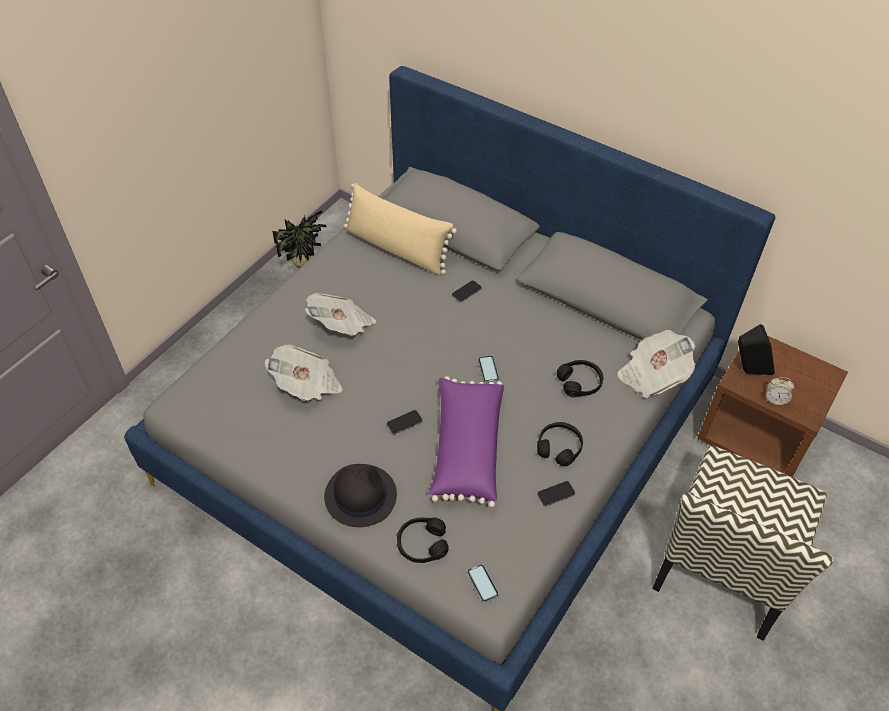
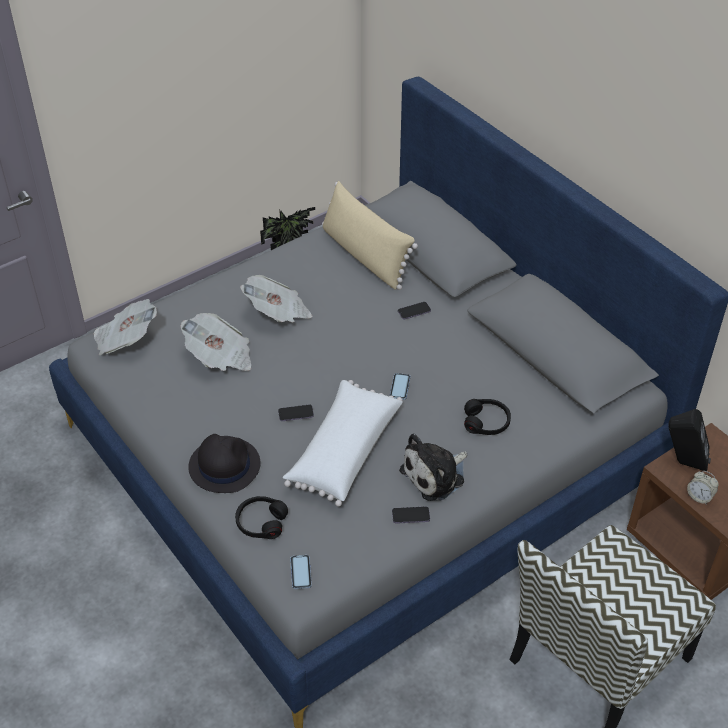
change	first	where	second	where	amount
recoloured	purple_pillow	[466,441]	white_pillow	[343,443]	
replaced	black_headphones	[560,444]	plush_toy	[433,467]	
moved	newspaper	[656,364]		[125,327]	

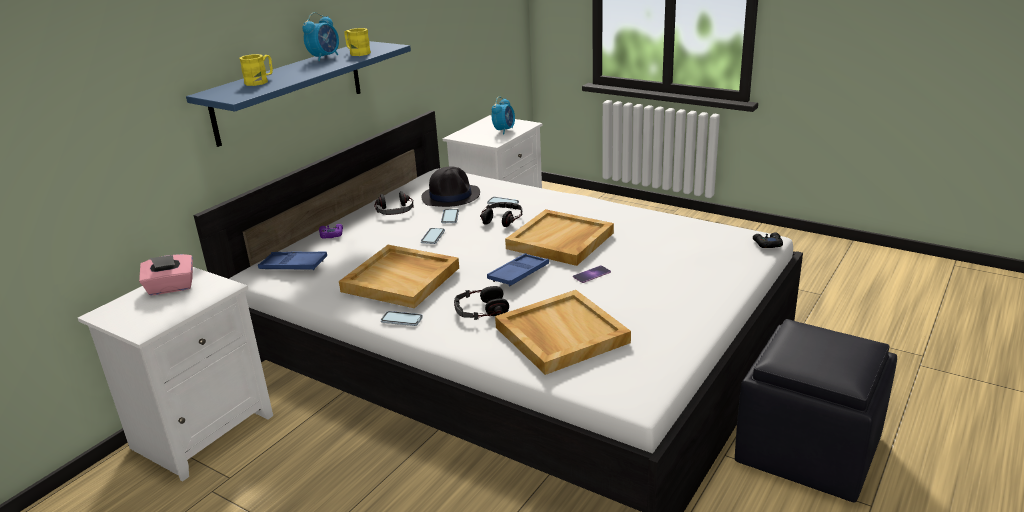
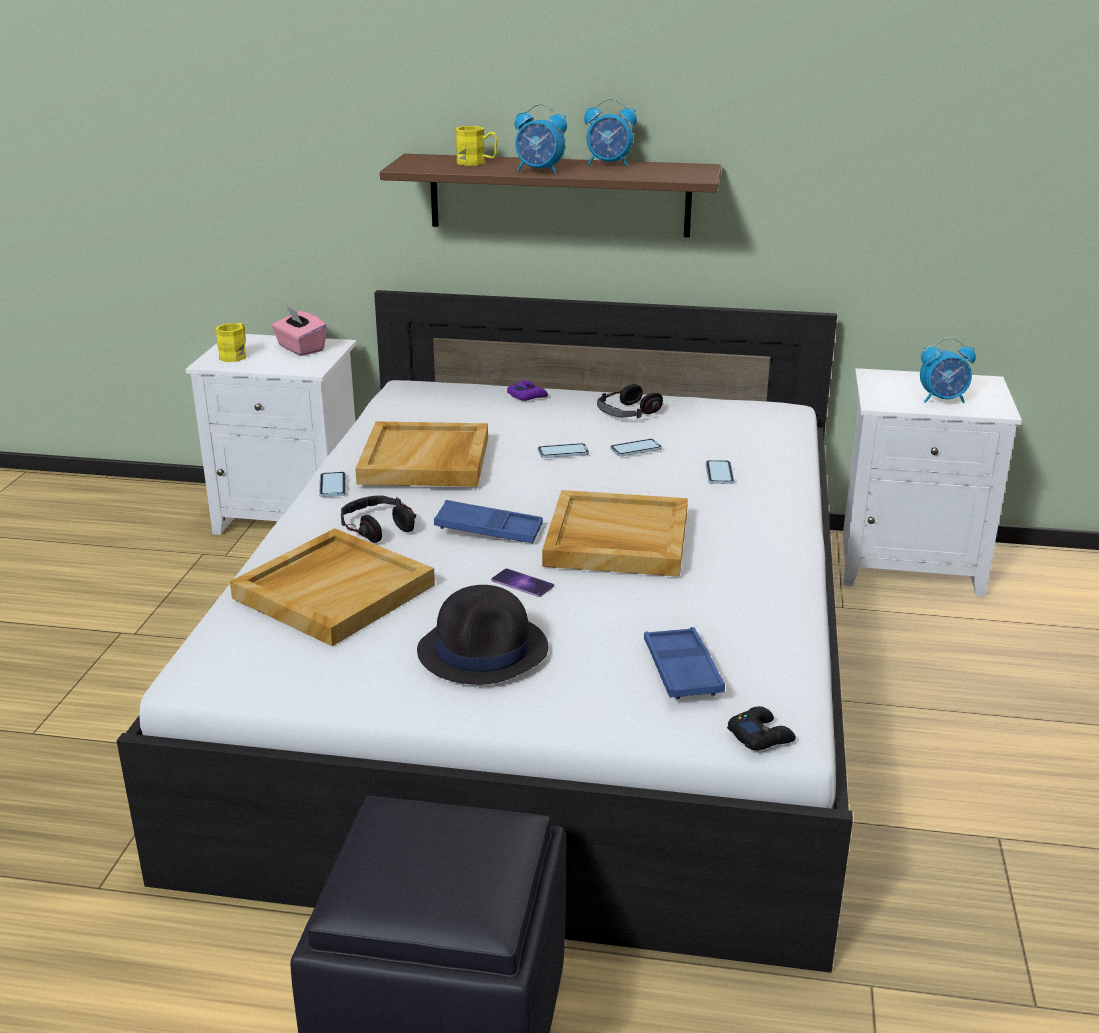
change	first	where	second	where	amount
recoloured	blue_shelf	[298,94]	brown_shelf	[551,196]	
moved	blue_tray	[292,260]		[684,663]	
moved	yellow_mug	[357,42]		[231,342]	
moved	black_hat	[450,186]		[482,635]	
removed	headphones	[501,214]			
added			alarm_clock	[541,138]	

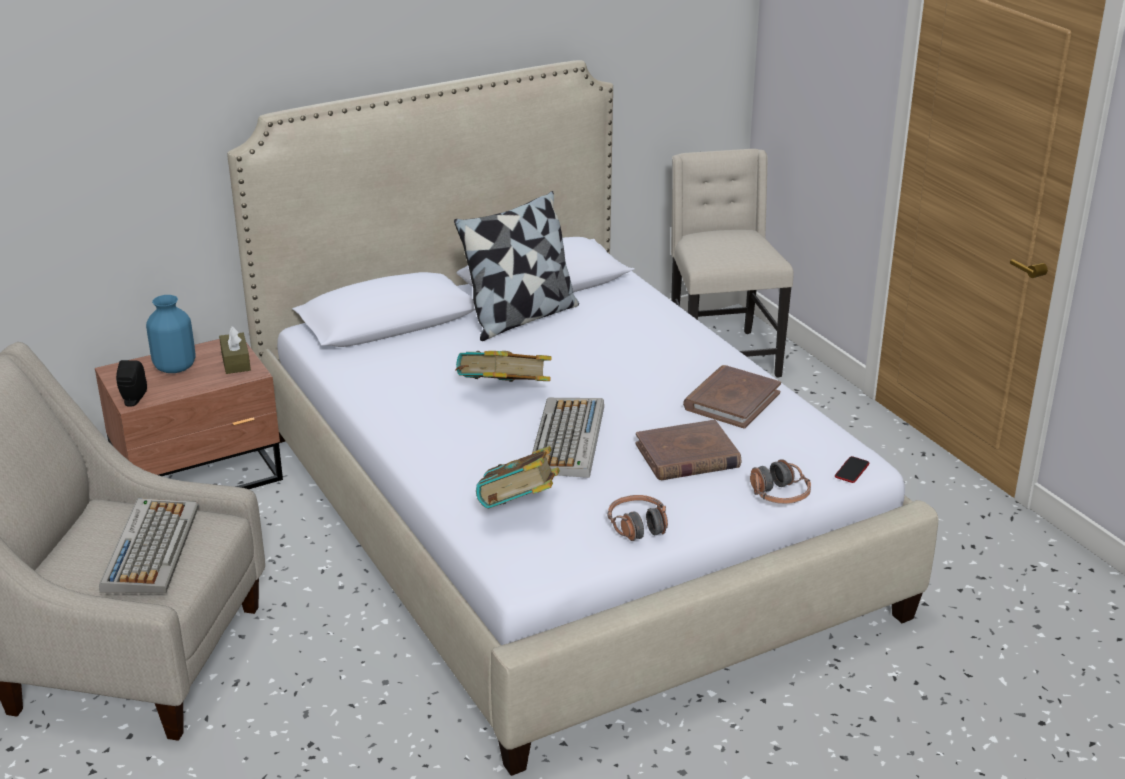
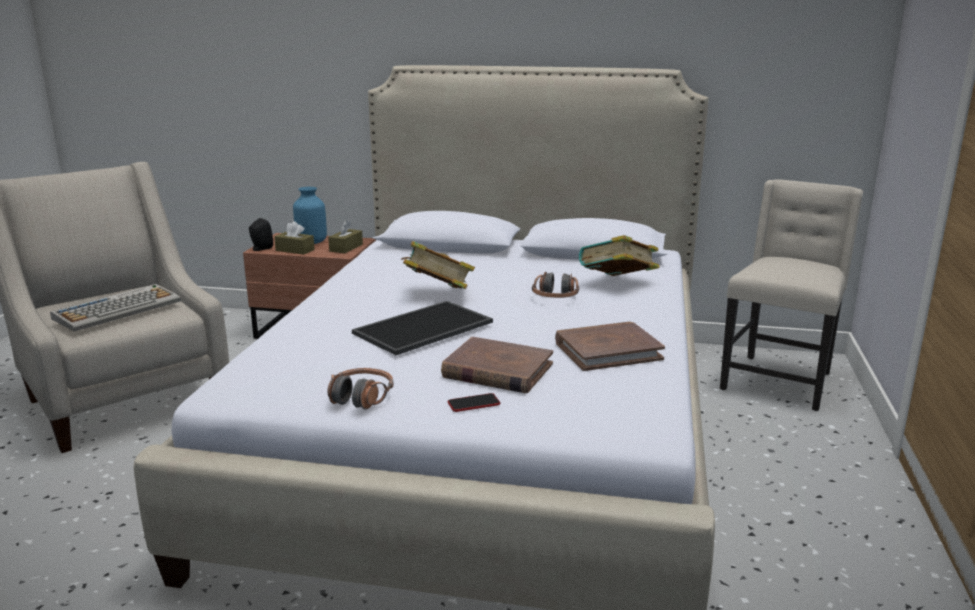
change	first	where	second	where	amount
removed	pillow	[516,266]			
moved	book	[518,477]		[619,255]	
replaced	keyboard	[568,438]	tray	[422,328]	
moved	headphones	[780,481]		[555,285]	
moved	phone	[852,469]		[474,402]	
added			brown_tissue_box	[294,238]	

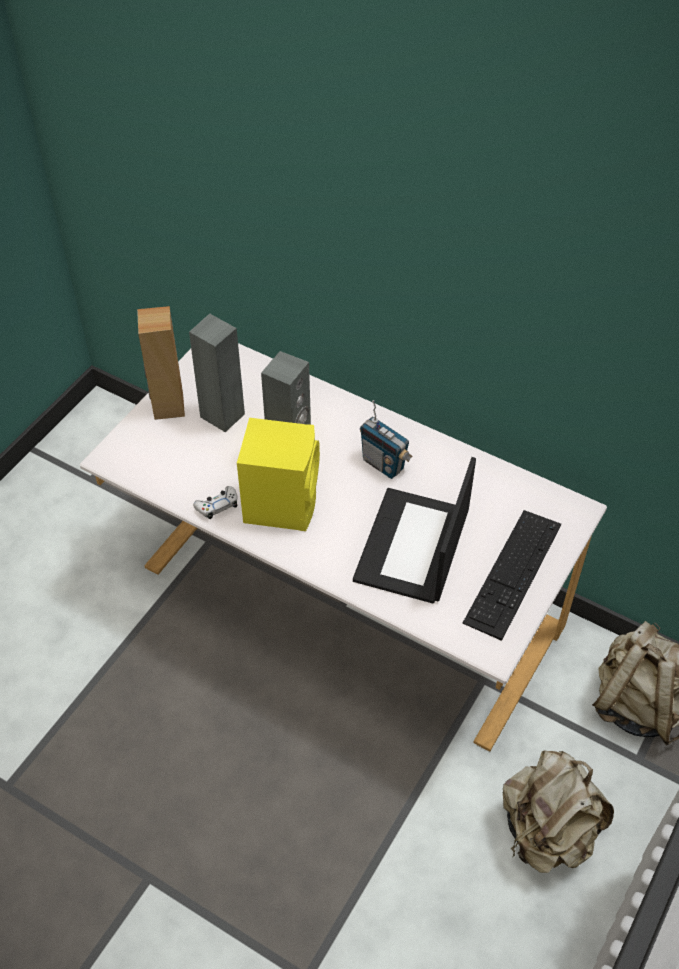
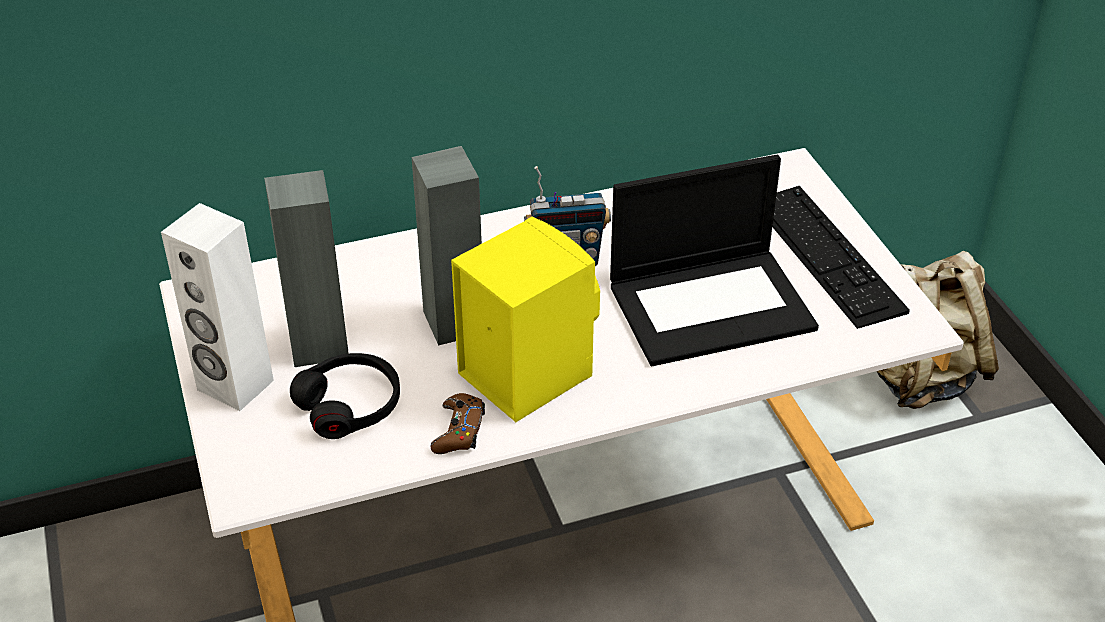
change	first	where	second	where	amount
recoloured	brown_speaker	[161,363]	white_speaker	[217,307]	
recoloured	white_game_controller	[215,502]	brown_game_controller	[458,423]	
turned	laptop	[414,530]		[714,260]	75 degrees counterclockwise
removed	beige_backpack	[558,811]			
added			black_headphones	[345,396]	

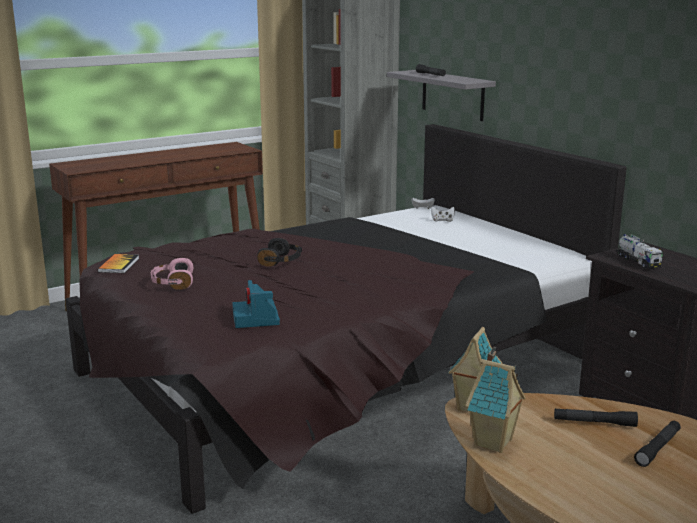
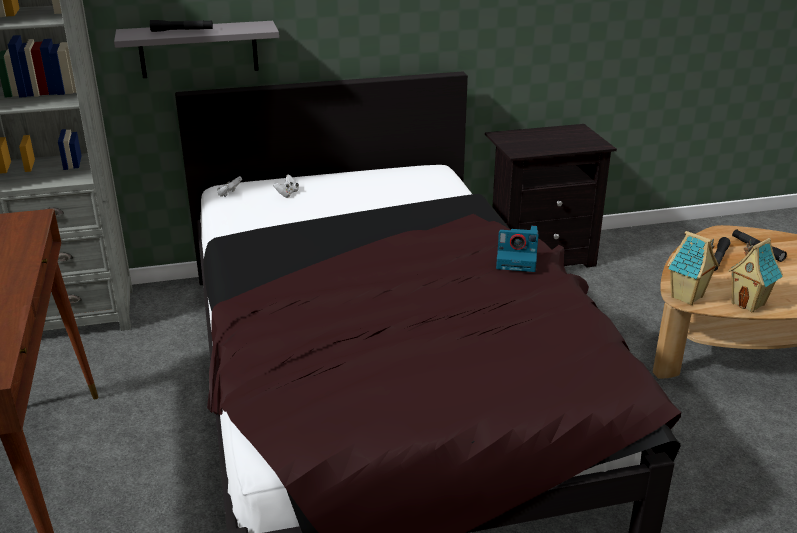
change	first	where	second	where	amount
removed	book	[118,263]			
removed	pink_headphones	[171,274]			
moved	photo_camera	[256,304]		[517,249]	
removed	black_headphones	[279,252]			
removed	toy_truck	[639,251]			

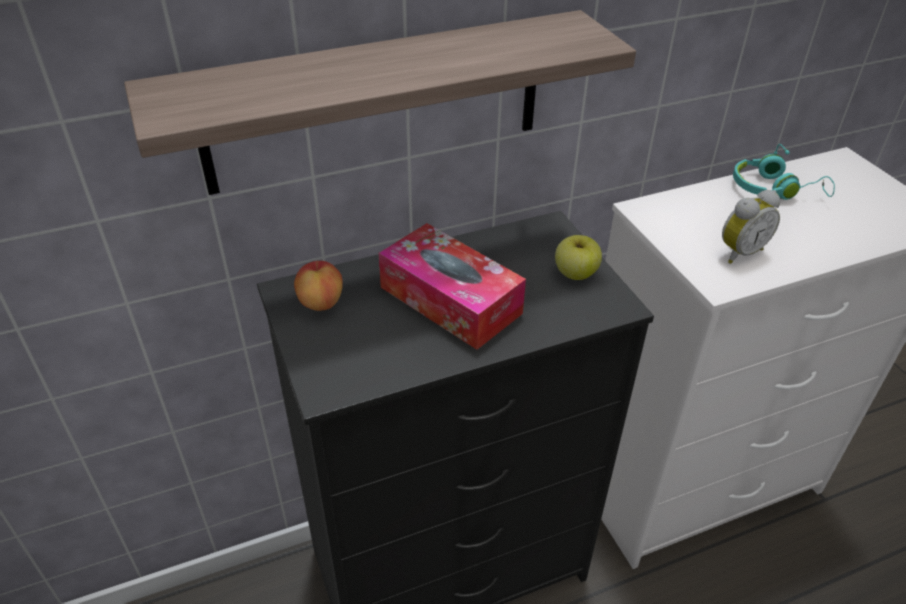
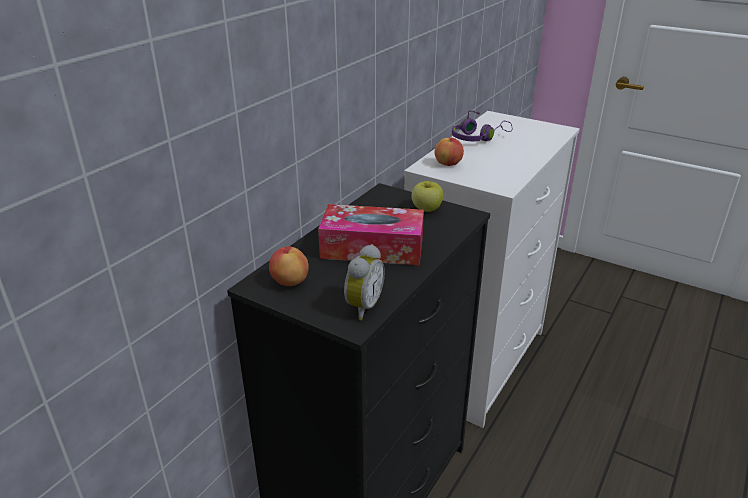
change	first	where	second	where	amount
removed	shelf	[380,102]			
moved	alarm_clock	[751,227]		[364,282]	
recoloured	turquoise_headphones	[784,172]	purple_headphones	[482,126]	
added			apple	[449,152]	

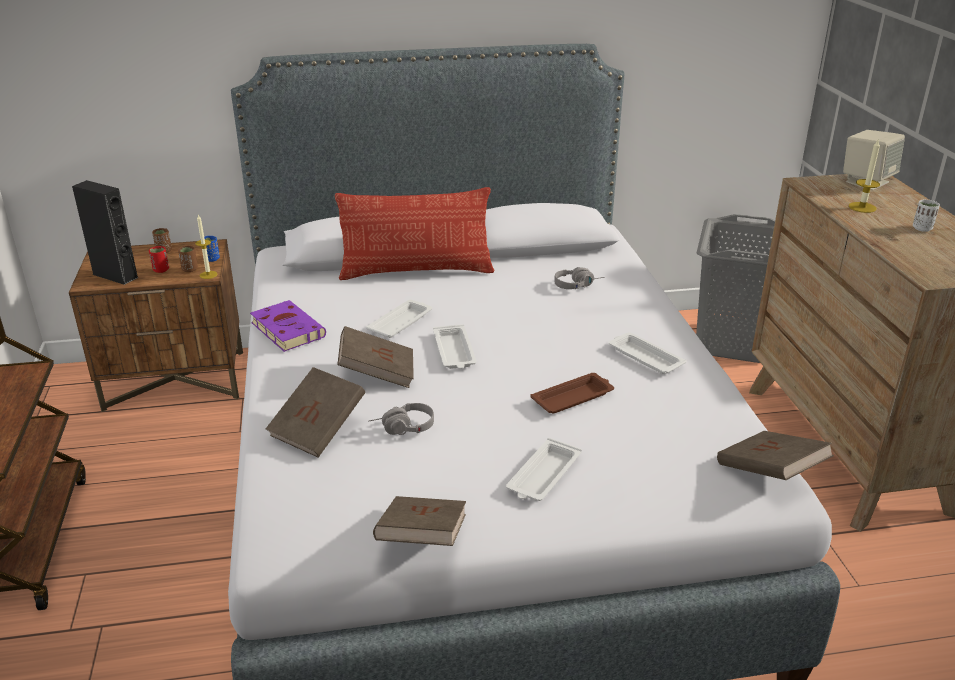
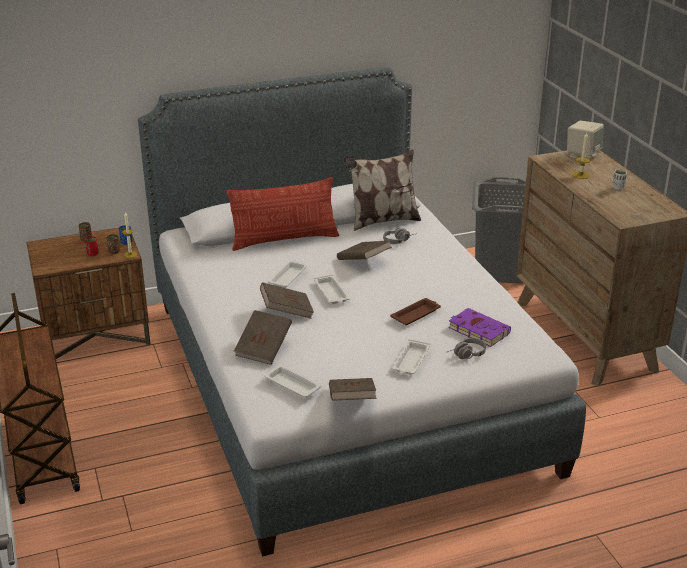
change	first	where	second	where	amount
removed	black_speaker	[105,232]			
moved	purple_book	[288,326]		[479,327]	
moved	grey_headphones	[401,419]		[466,348]	
moved	white_tray	[648,353]		[293,381]	
moved	brown_book	[775,455]		[364,250]	
added			pillow	[382,190]	

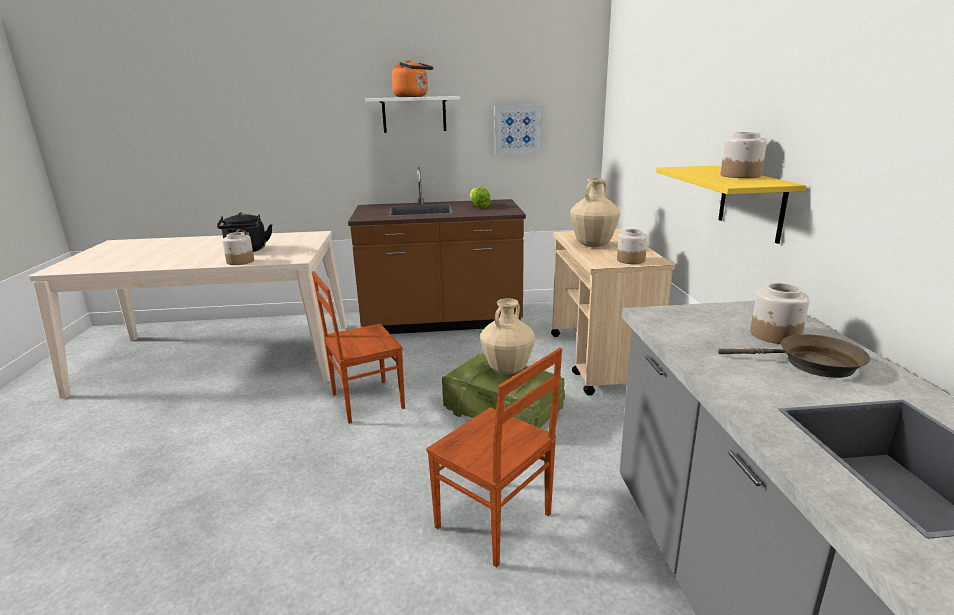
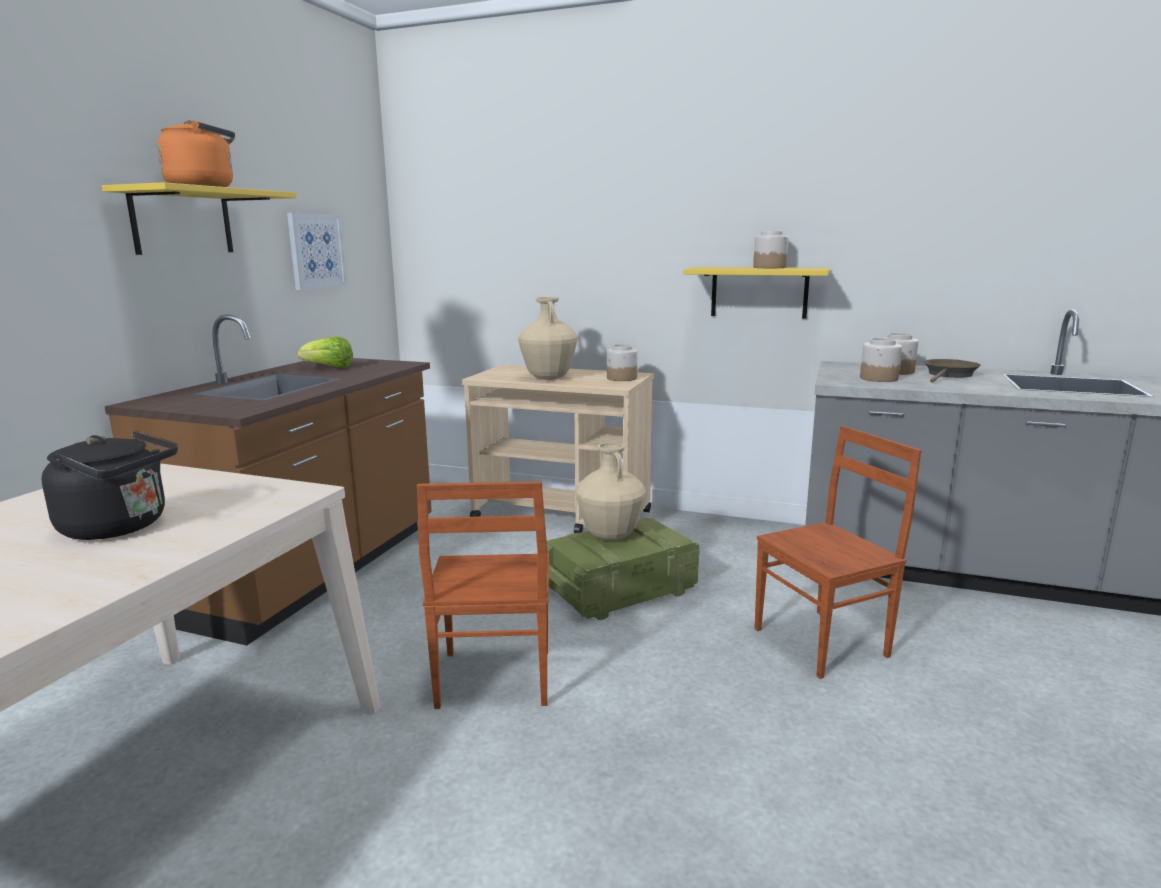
change	first	where	second	where	amount
moved	jar	[238,248]		[881,360]	
recoloured	white_shelf	[412,114]	yellow_shelf	[199,218]	

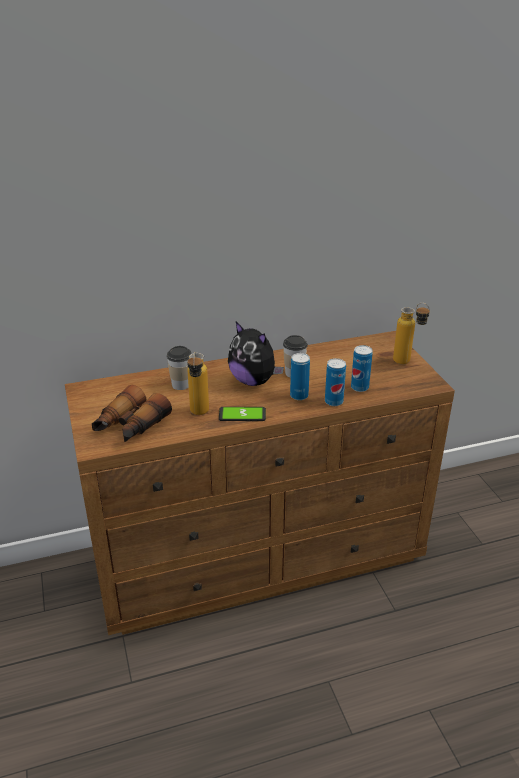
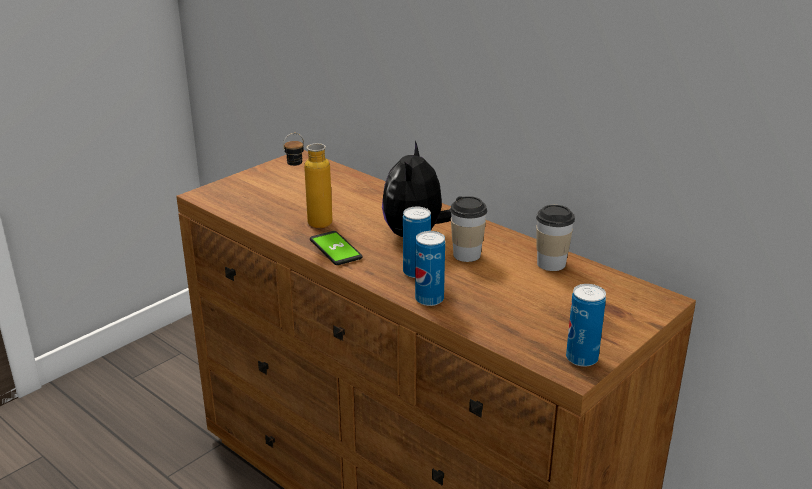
change	first	where	second	where	amount
removed	binoculars	[132,414]			
moved	cup	[179,368]		[555,238]	
moved	can	[362,368]		[586,325]	
removed	bottle	[411,333]			

